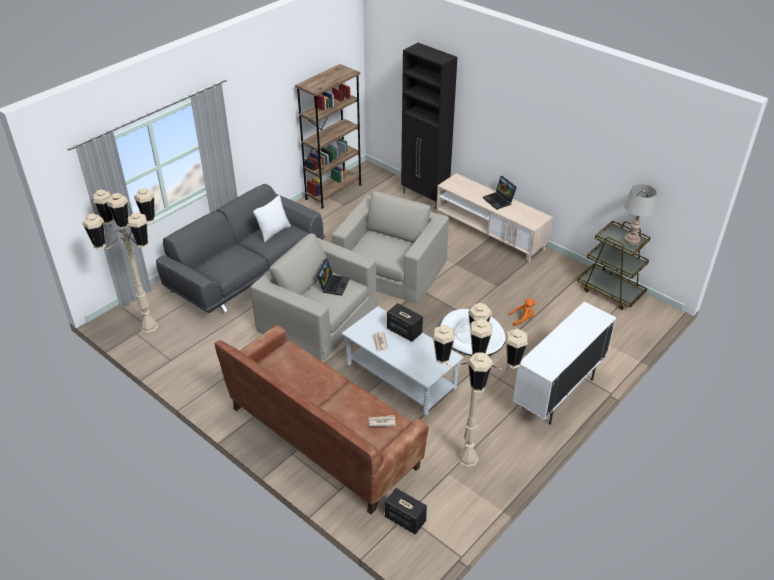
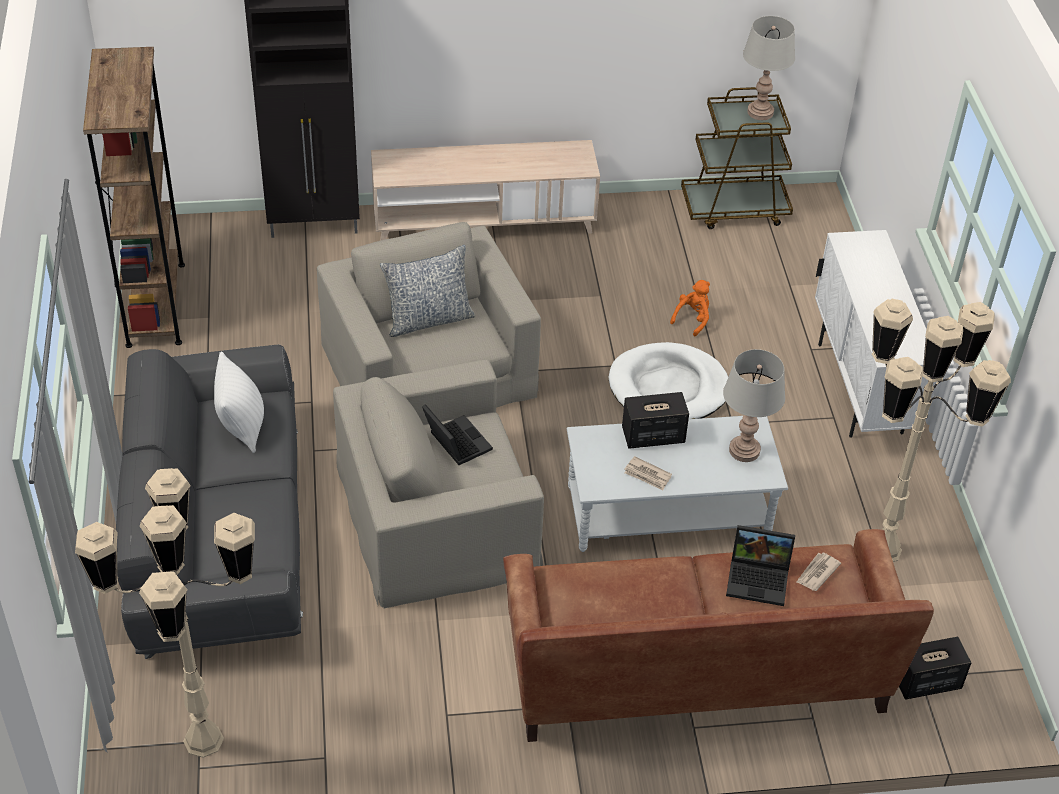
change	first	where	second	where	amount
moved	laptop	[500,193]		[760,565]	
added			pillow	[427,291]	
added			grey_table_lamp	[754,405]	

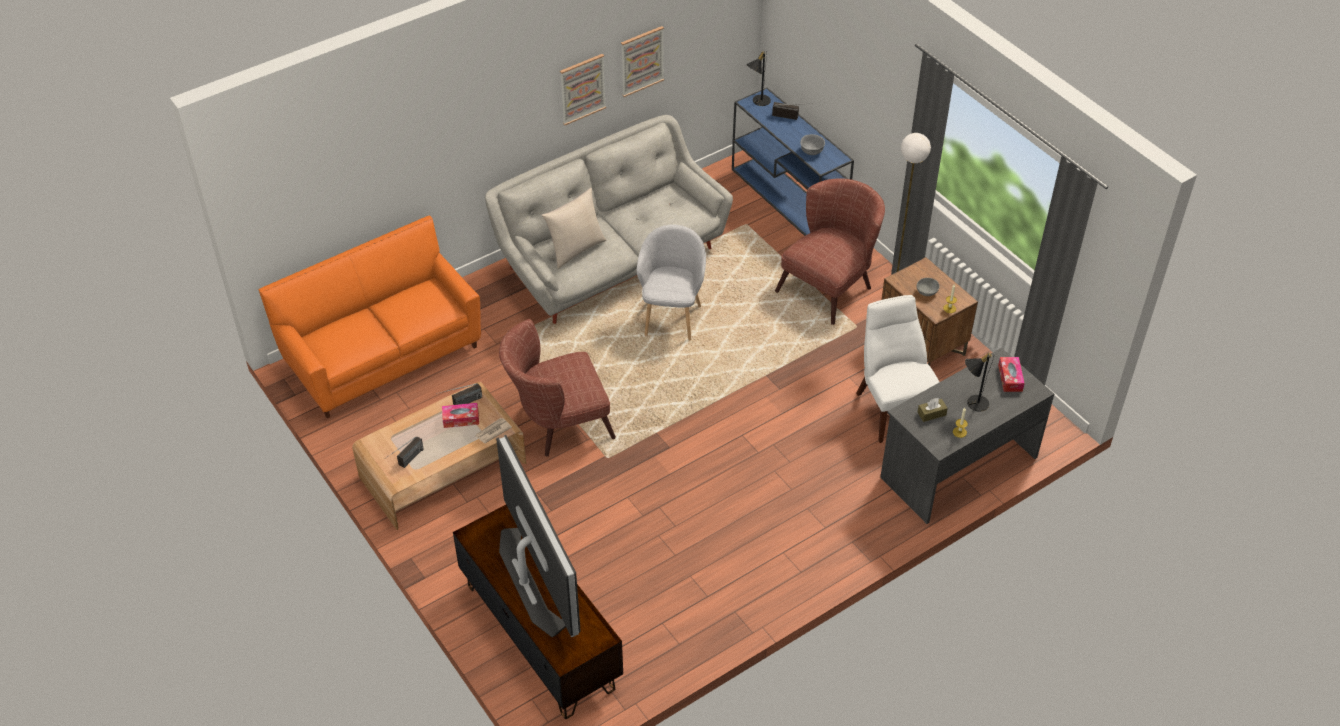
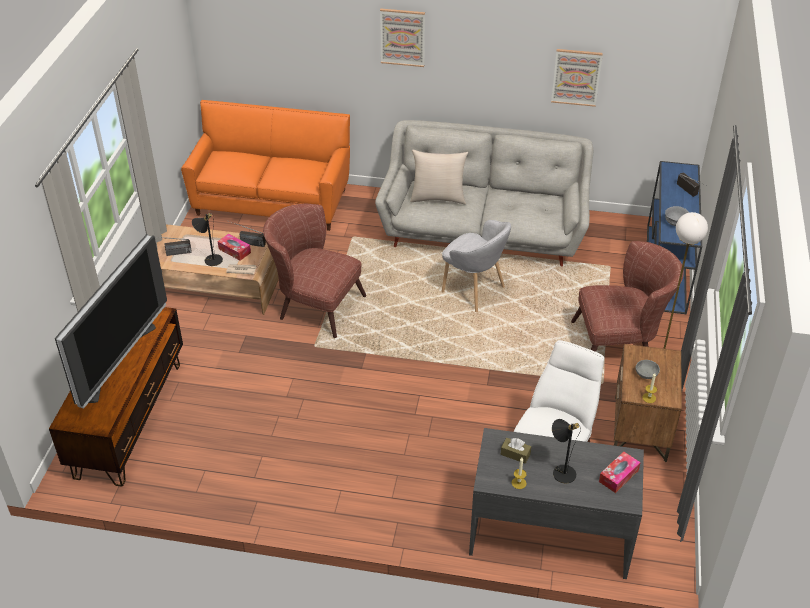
change	first	where	second	where	amount
moved	picture	[583,89]		[402,38]	
turned	grey_armchair	[671,282]		[476,266]	75 degrees clockwise
moved	black_table_lamp	[758,78]		[207,239]	

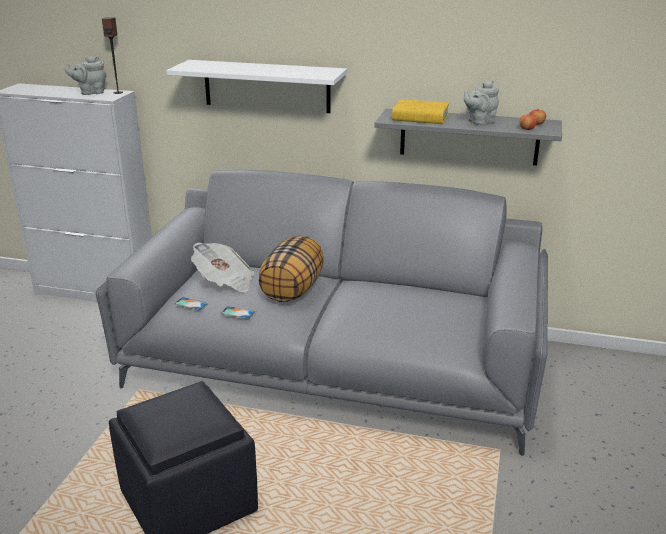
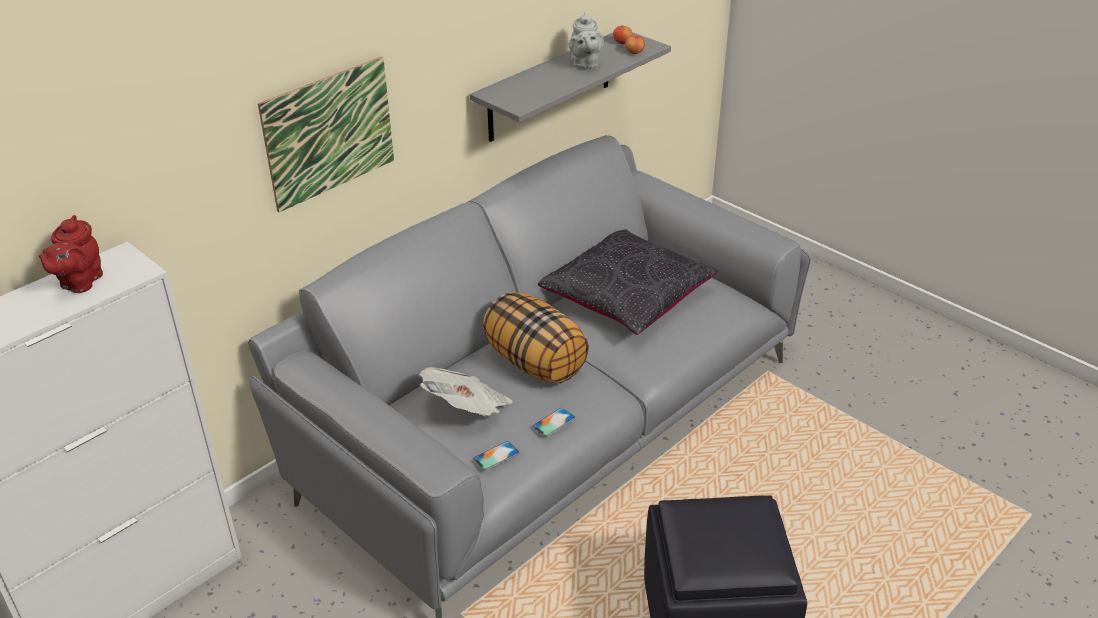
change	first	where	second	where	amount
recoloured	grey_teapot	[85,75]	red_teapot	[71,254]	
removed	speaker	[112,55]			
replaced	white_shelf	[256,86]	picture	[326,134]	
removed	yellow_book	[420,111]			
added			black_pillow	[628,282]	

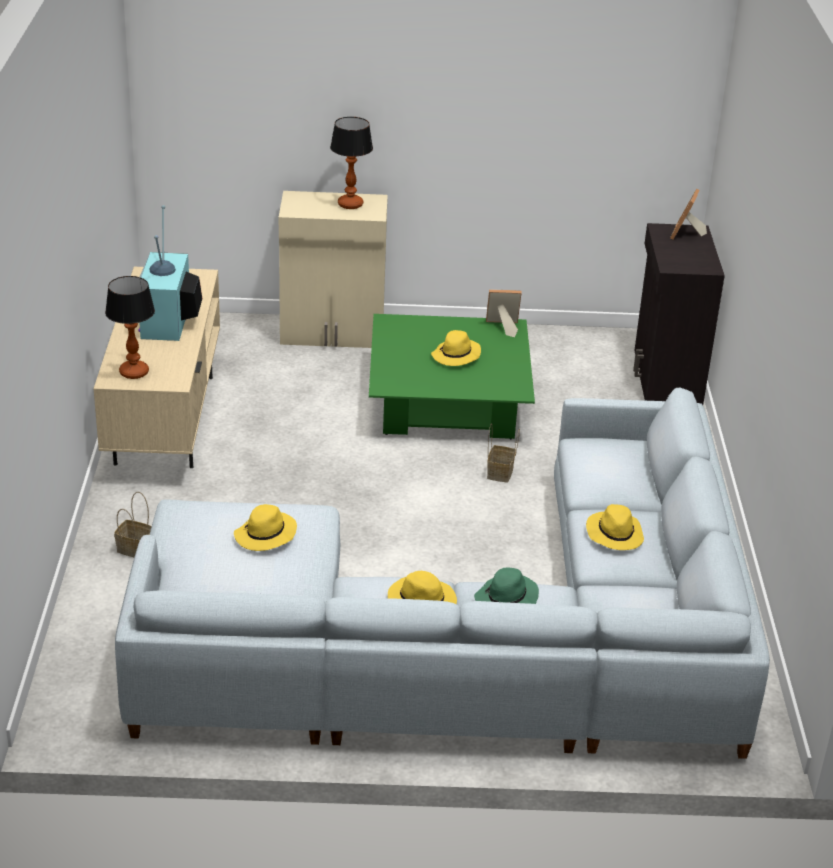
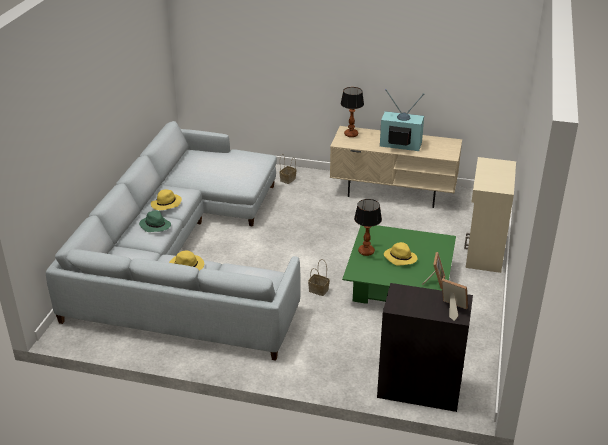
change	first	where	second	where	amount
removed	yellow_hat	[265,527]			
moved	table_lamp	[351,163]		[368,227]	

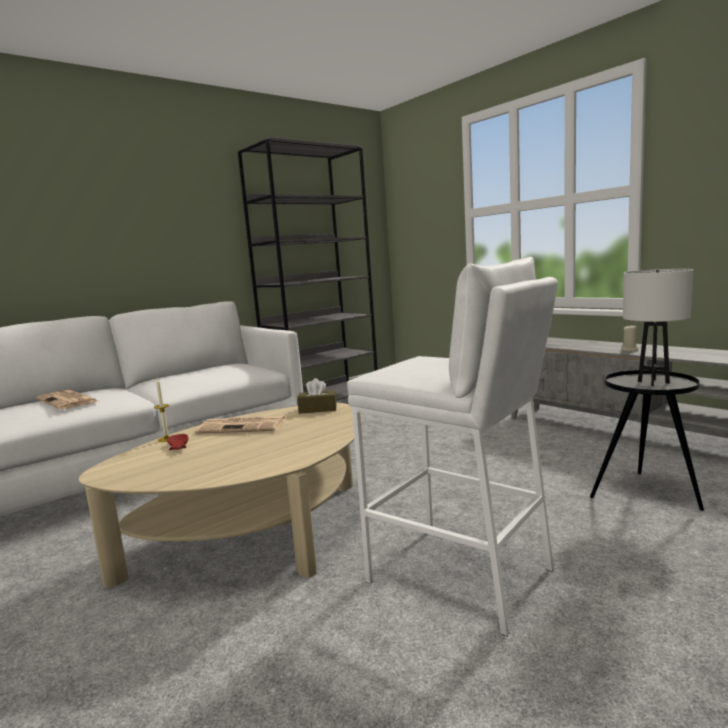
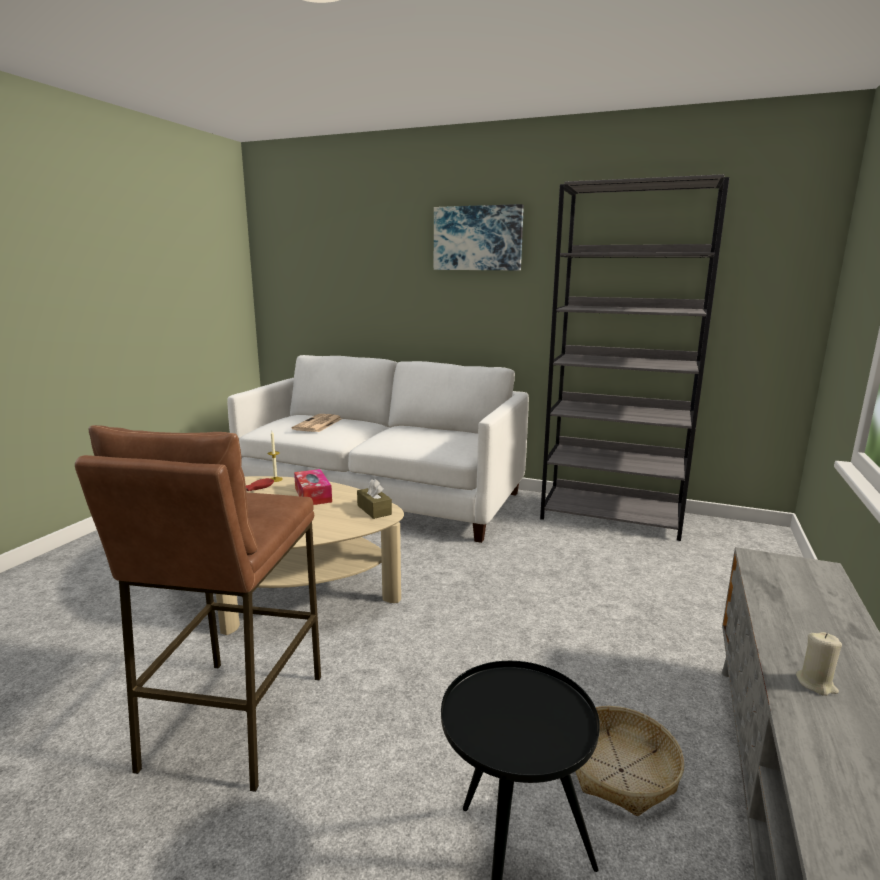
change	first	where	second	where	amount
replaced	newspaper	[240,425]	tissue_box	[313,487]	
recoloured	white_stool	[452,446]	brown_stool	[198,608]	
removed	white_table_lamp	[658,327]			
added			picture	[479,237]	
added			basket	[629,761]	

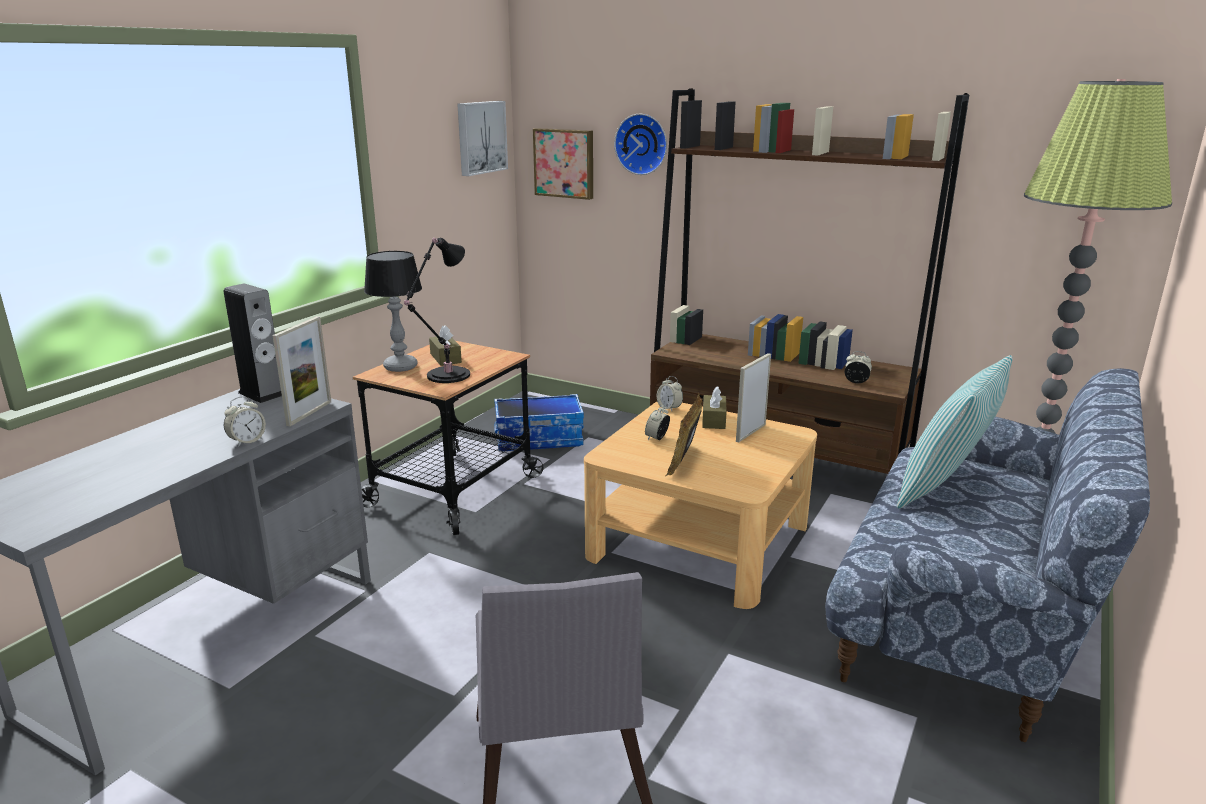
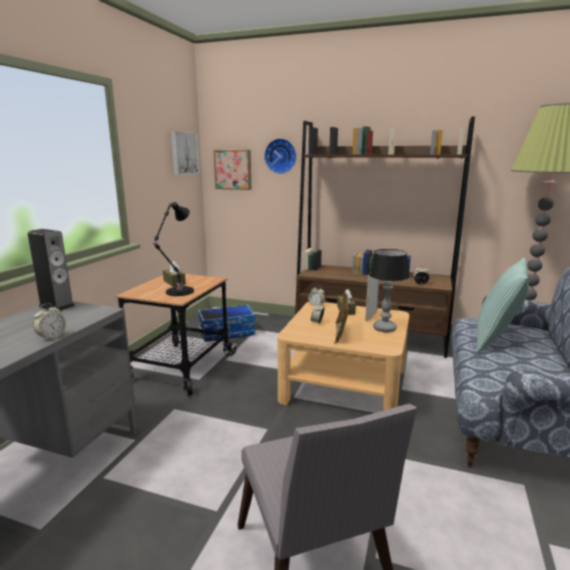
change	first	where	second	where	amount
removed	picture_frame	[301,371]			
moved	table_lamp	[393,311]		[389,290]	

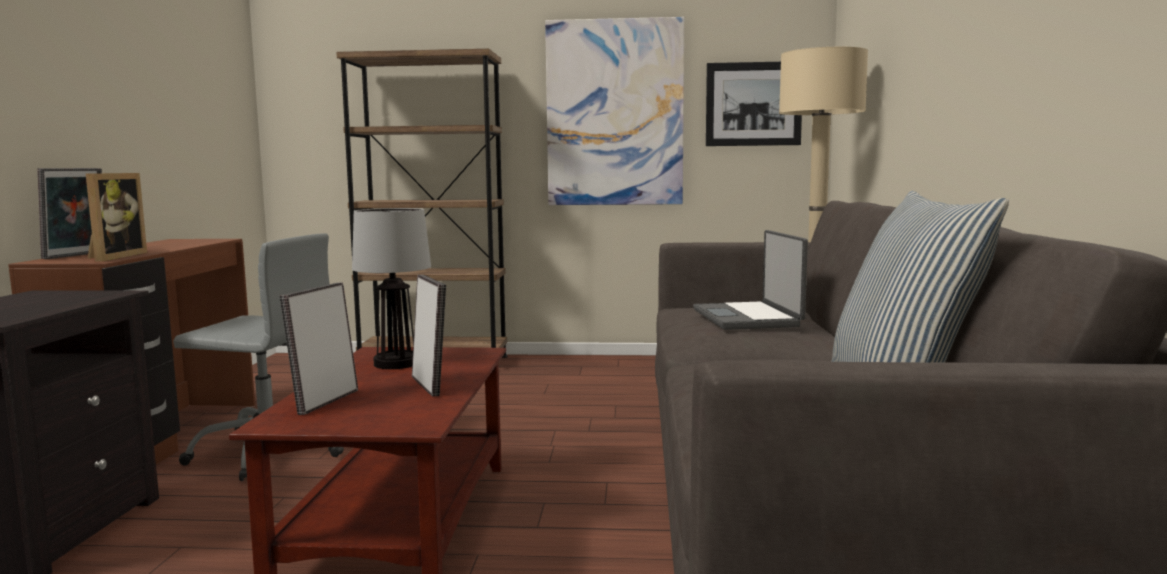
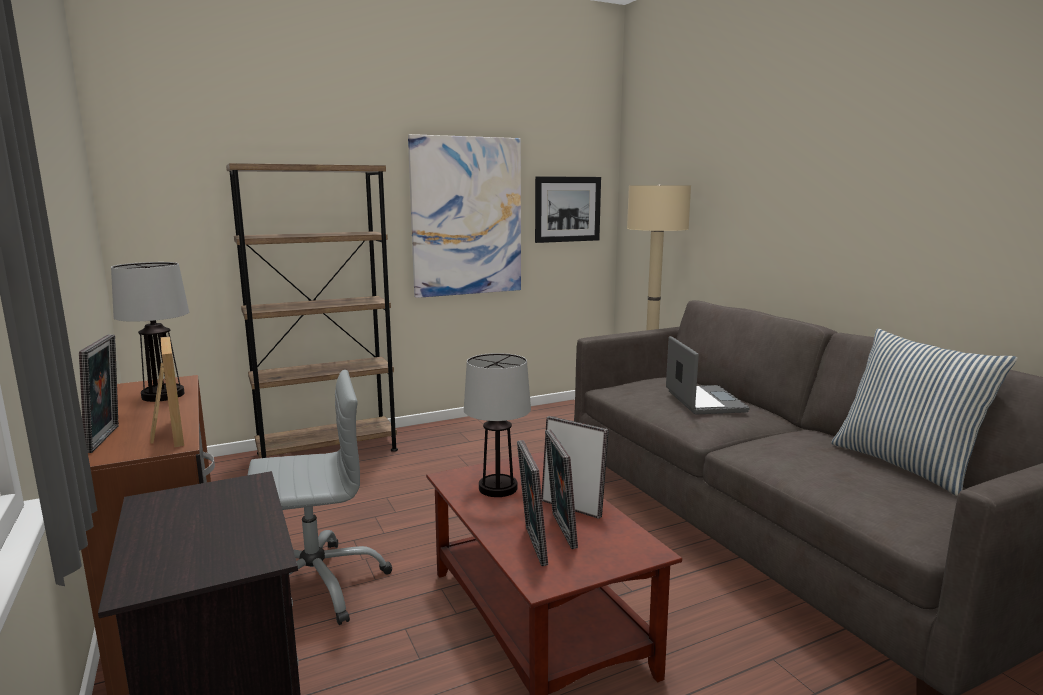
change	first	where	second	where	amount
turned	laptop	[750,280]		[708,375]	150 degrees counterclockwise
added			table_lamp	[150,332]	
added			picture_frame	[561,489]	

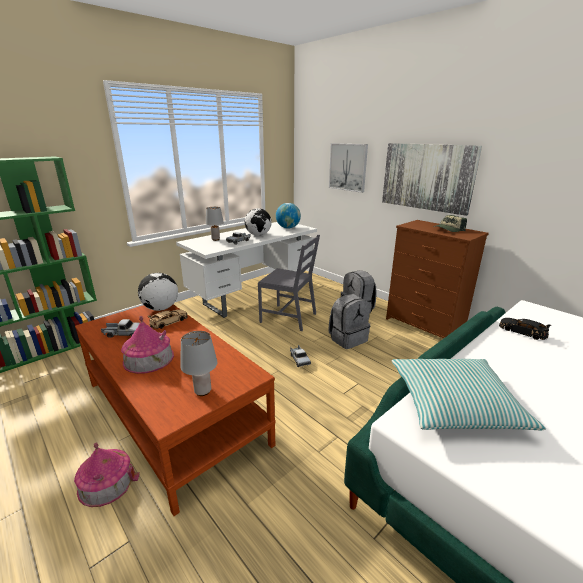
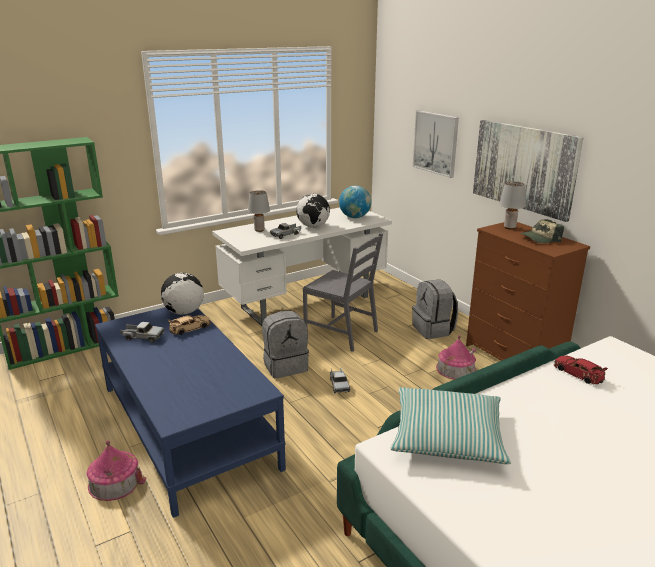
change	first	where	second	where	amount
recoloured	brown_coffee_table	[175,410]	blue_coffee_table	[190,412]	
moved	toy_house	[147,345]		[456,357]	
moved	grey_table_lamp	[198,363]		[512,206]	
moved	grey_backpack	[349,321]		[285,345]	
recoloured	black_toy_car	[525,329]	red_toy_car	[581,370]	

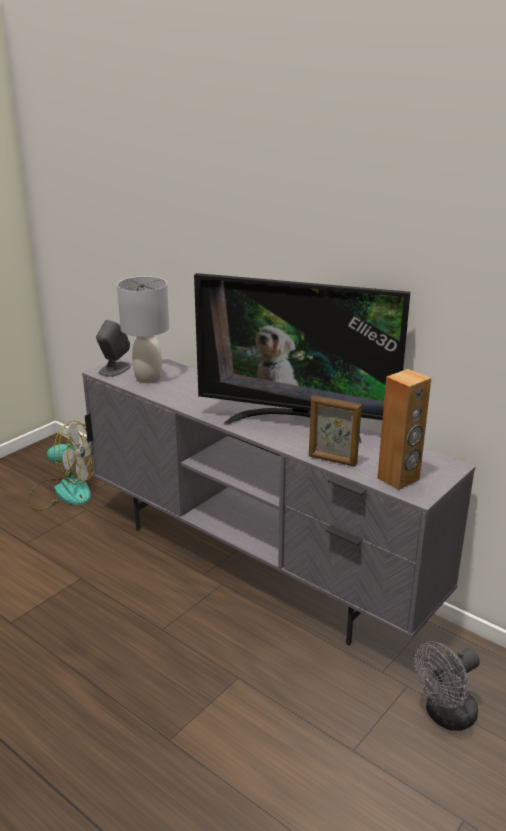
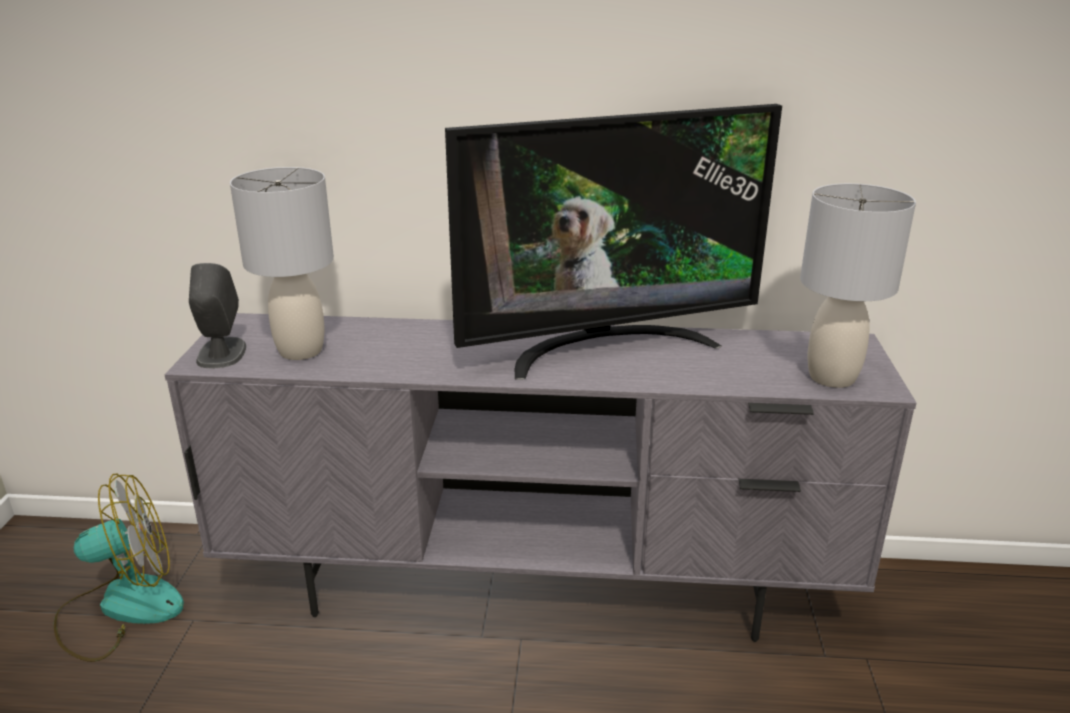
change	first	where	second	where	amount
removed	picture_frame	[335,431]			
replaced	brown_speaker	[404,429]	grey_table_lamp	[858,285]	
removed	grey_fan	[447,686]			

